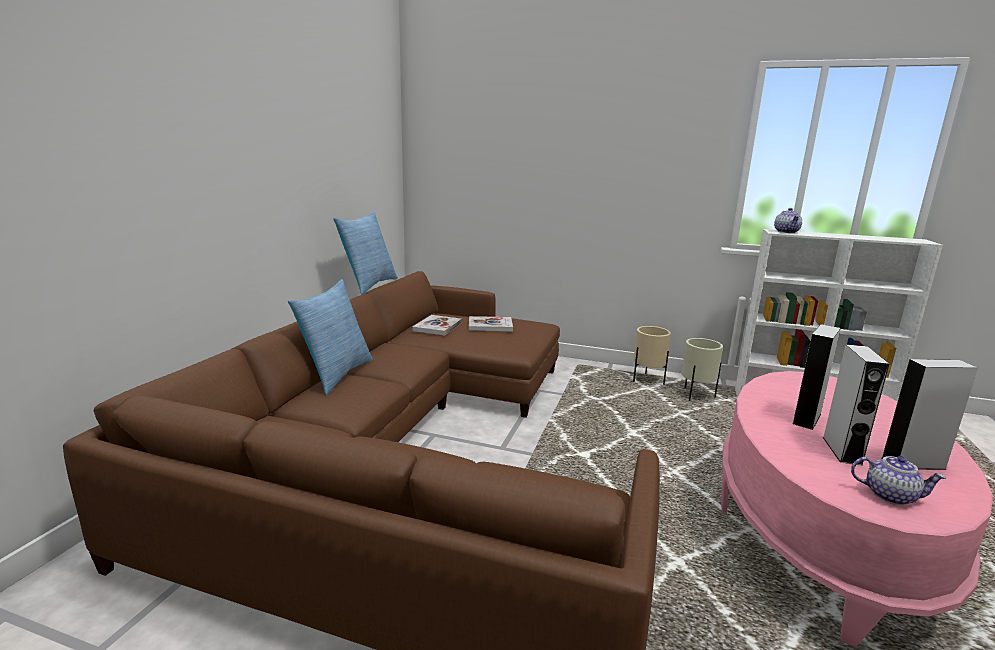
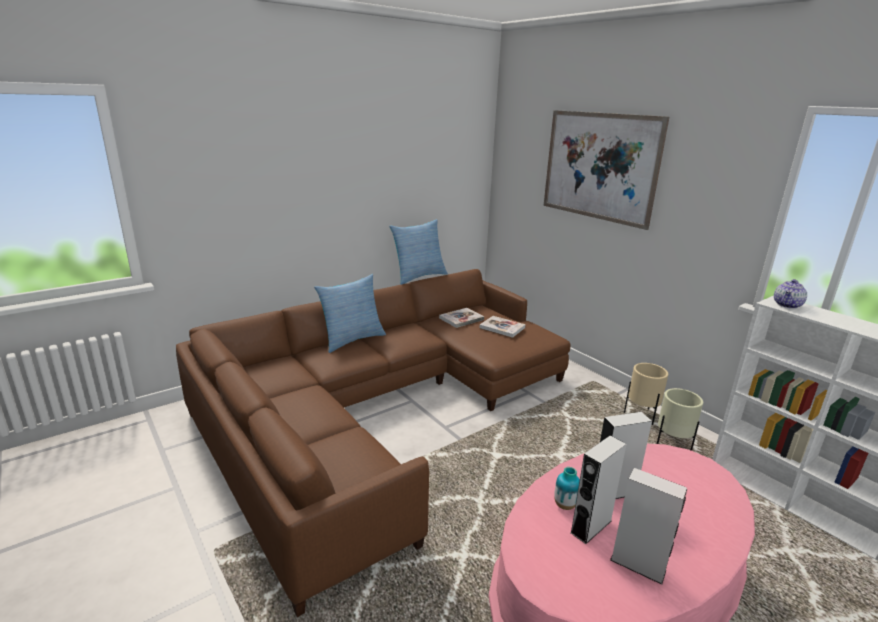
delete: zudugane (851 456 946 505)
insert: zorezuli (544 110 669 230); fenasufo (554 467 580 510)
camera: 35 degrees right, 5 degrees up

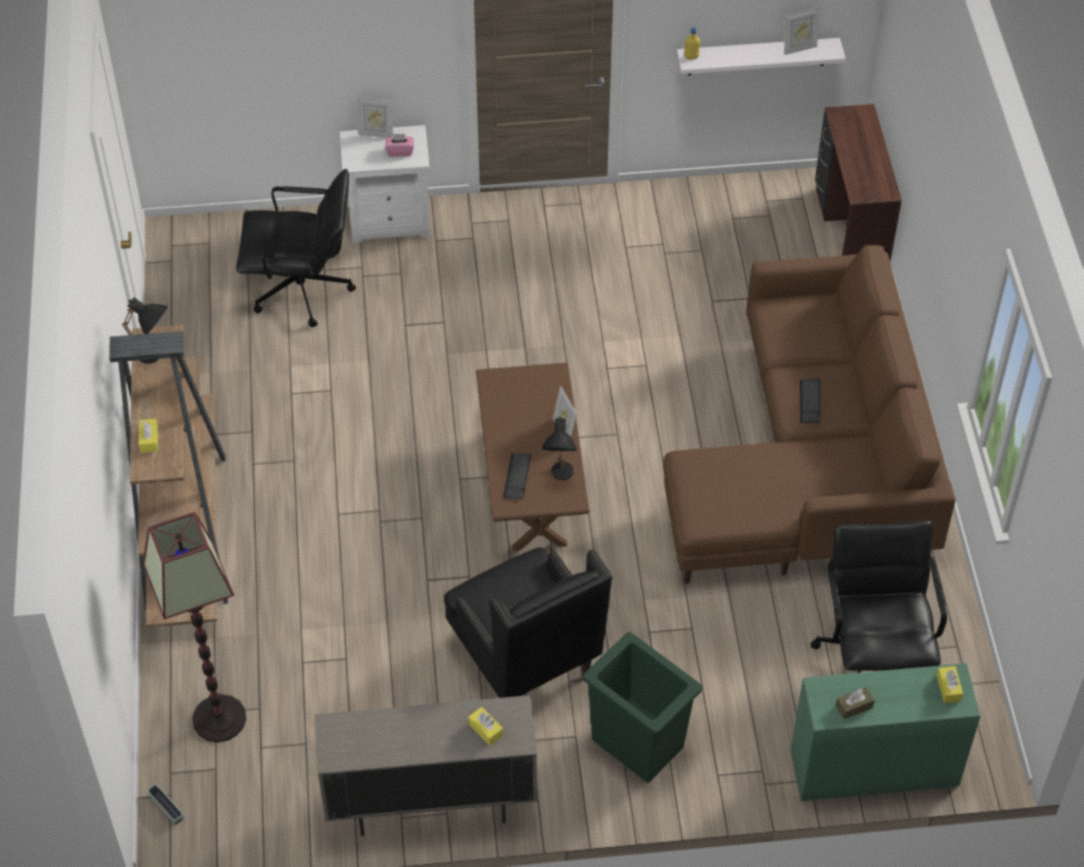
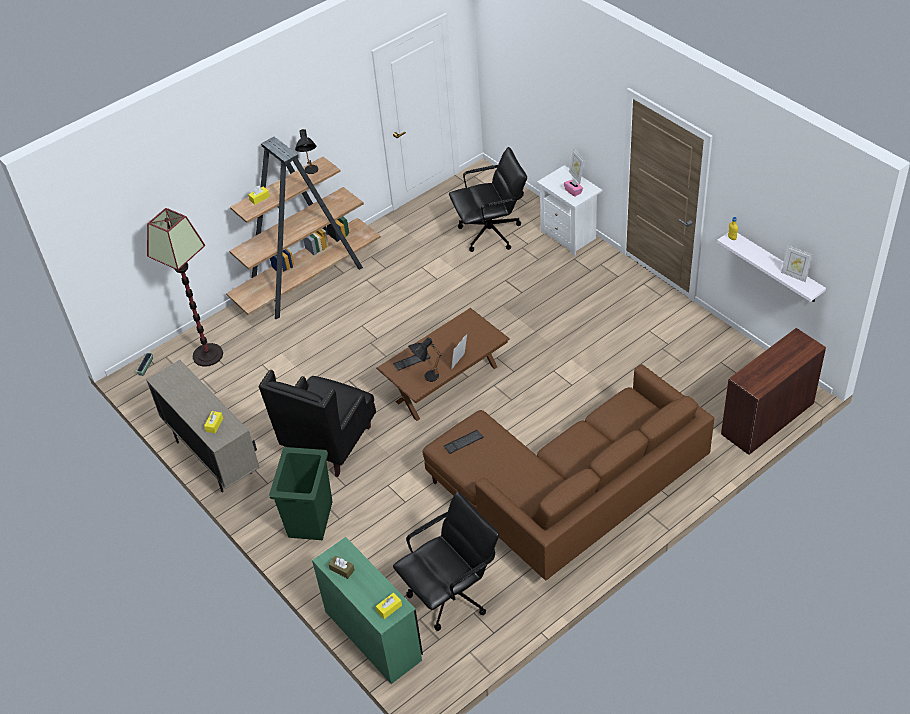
move: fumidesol (800 379 821 423) to (444 430 483 454)
rotate: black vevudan (236 169 356 327) = (449 147 527 252) 75 degrees counterclockwise
camera: 60 degrees right, 5 degrees down

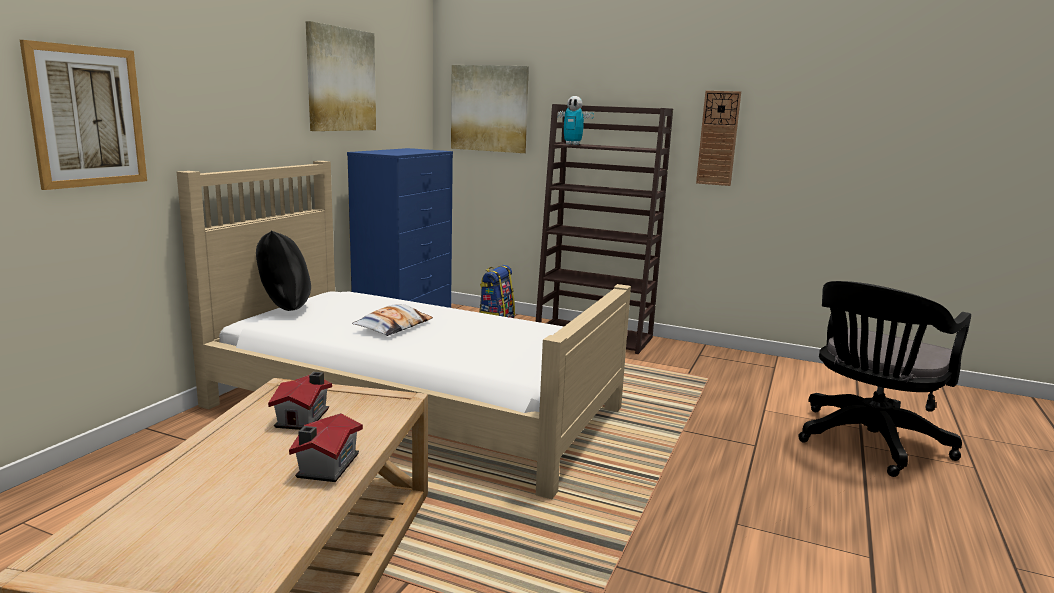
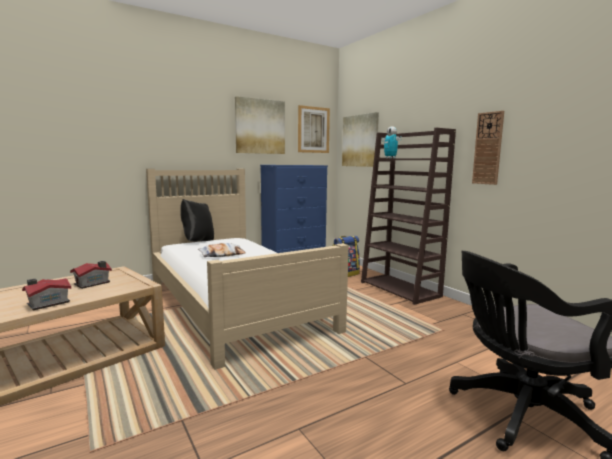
move: zorezuli (20 40 147 190) to (298 105 330 153)
camera: 35 degrees right, 5 degrees down

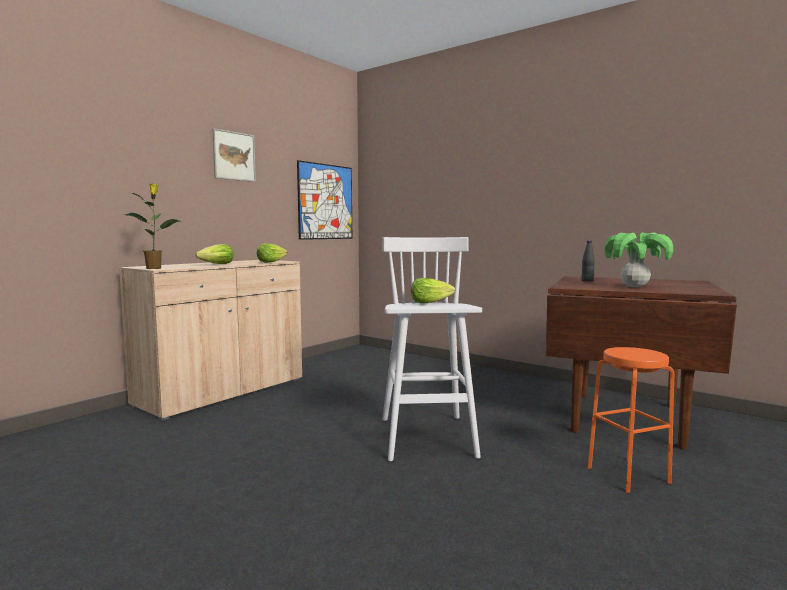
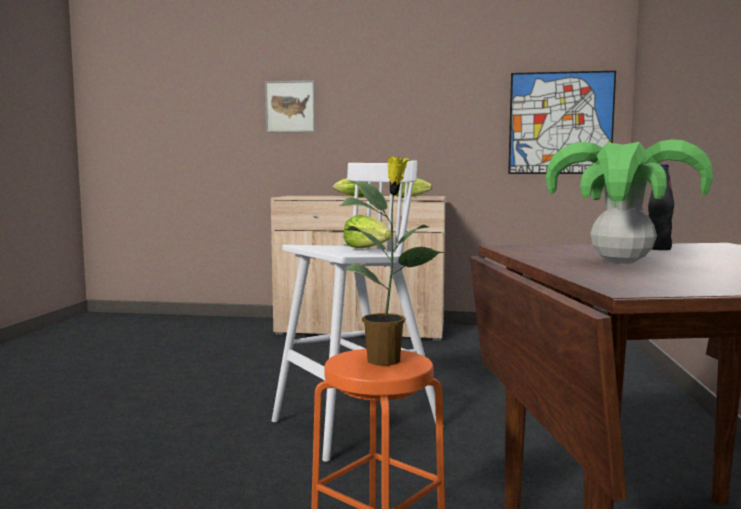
move: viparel (125 184 180 269) to (340 156 445 366); zorezuli (212 128 256 182) to (265 80 315 132)
camera: 60 degrees right, 0 degrees up

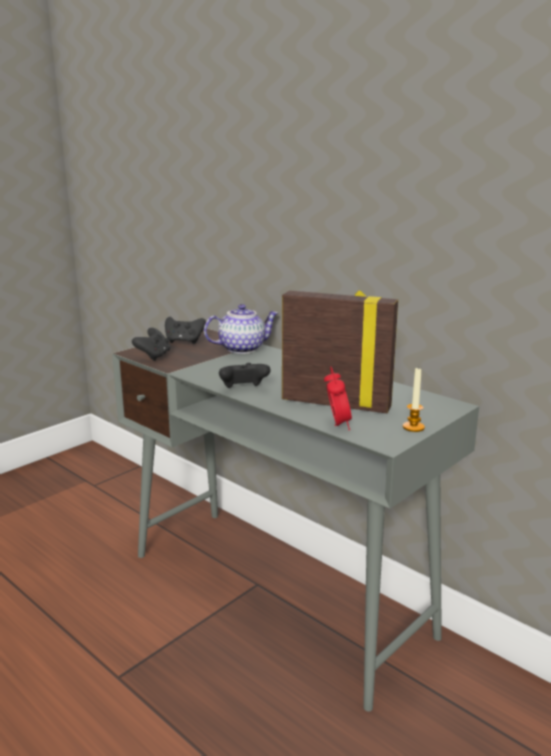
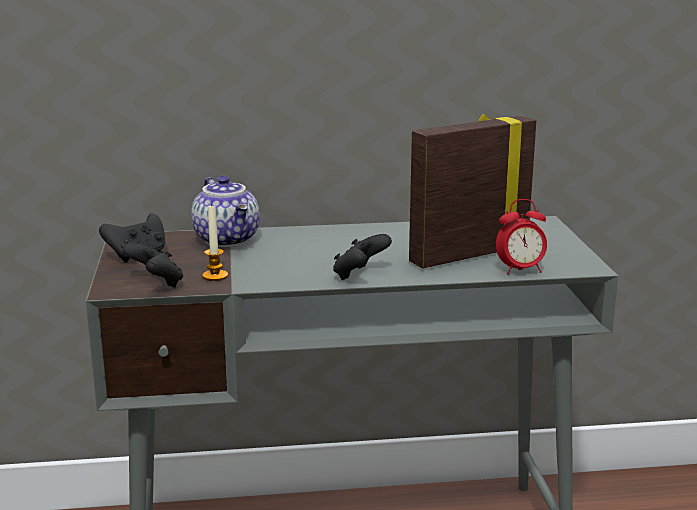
move: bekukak (403 367 425 432) to (202 204 228 281)
rotate: zudugane (204 304 278 354) = (191 176 260 247) 135 degrees clockwise; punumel (324 366 352 430) = (496 199 547 275) 135 degrees clockwise
camera: 50 degrees left, 0 degrees up

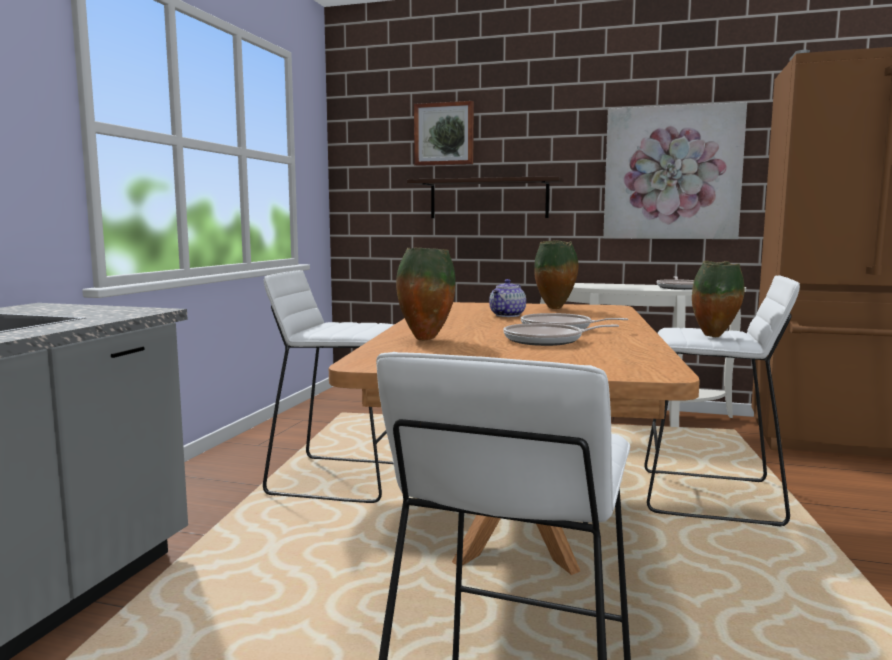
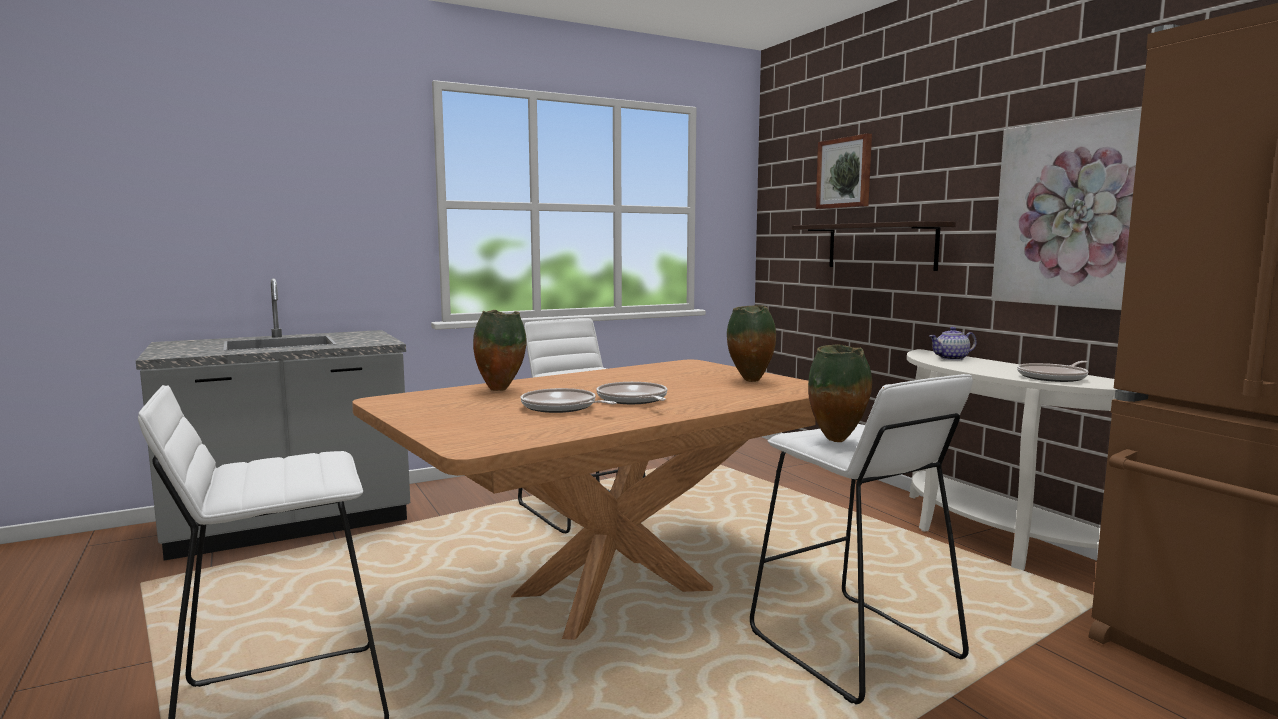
move: zudugane (489 279 526 317) to (929 327 977 360)
camera: 45 degrees right, 0 degrees up

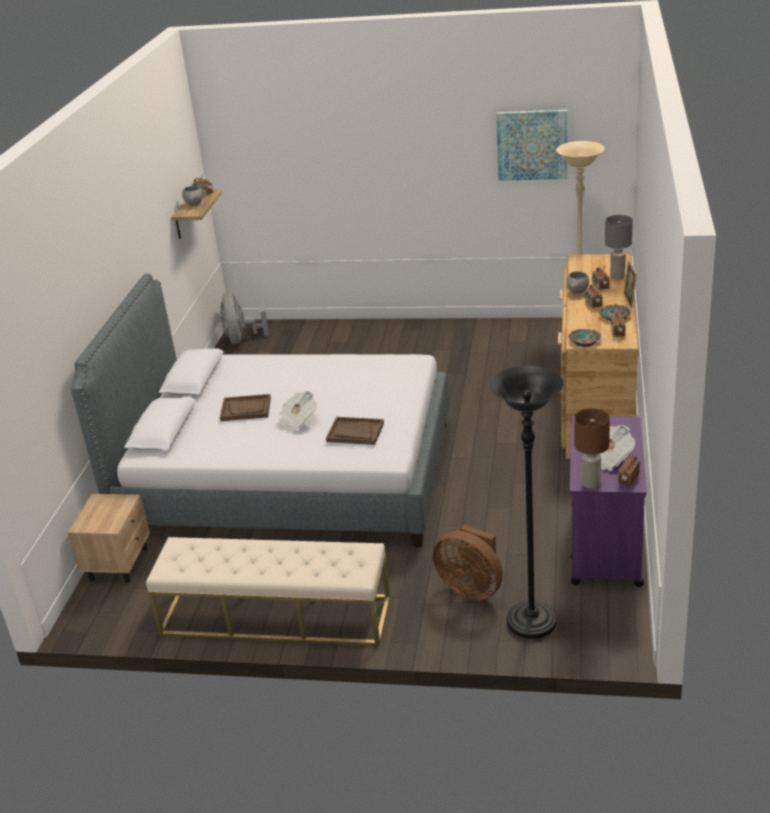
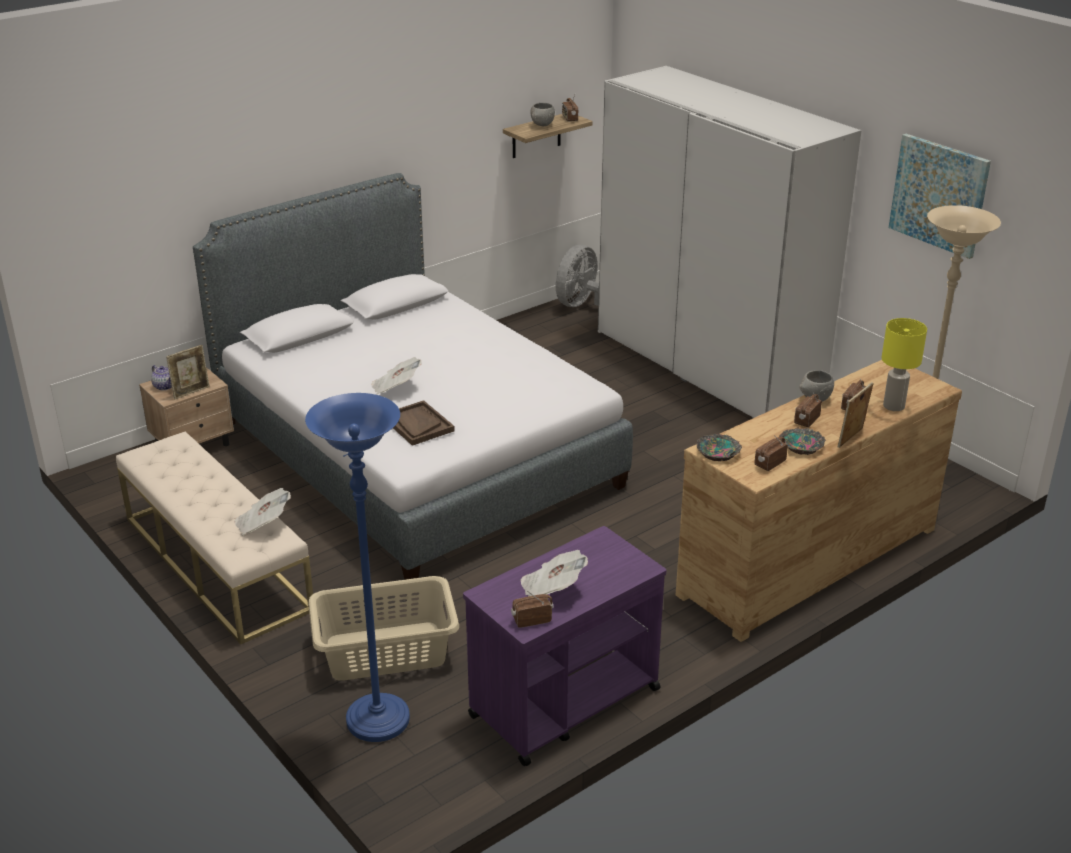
delete: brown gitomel (220 394 271 421); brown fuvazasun (574 408 610 489)
insert: zudugane (151 365 172 390); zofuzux (166 345 210 399); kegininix (234 488 291 536); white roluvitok (598 66 862 419)
replace: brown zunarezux (433 525 503 600) to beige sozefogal (308 576 459 681)
recolor: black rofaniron (490 366 564 639) to blue rofaniron (305 393 410 742); grey fuvazasun (605 215 633 279) to yellow fuvazasun (881 318 927 411)
camera: 40 degrees right, 0 degrees up

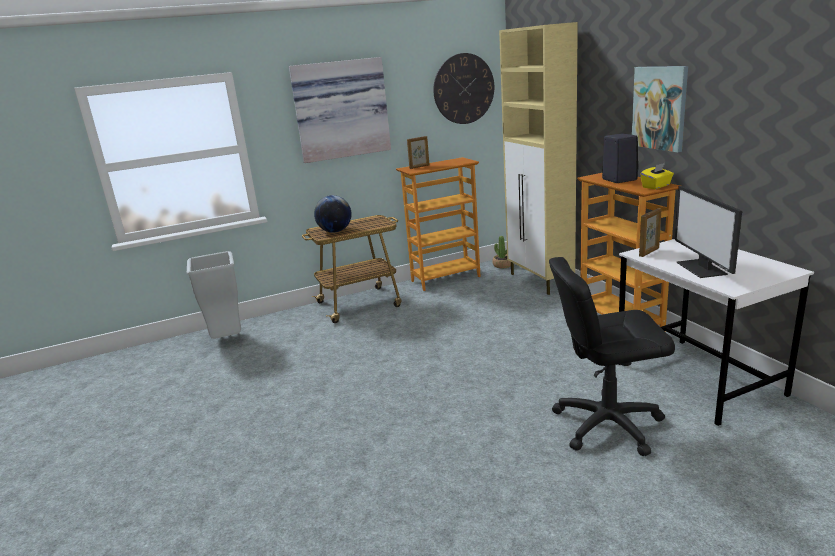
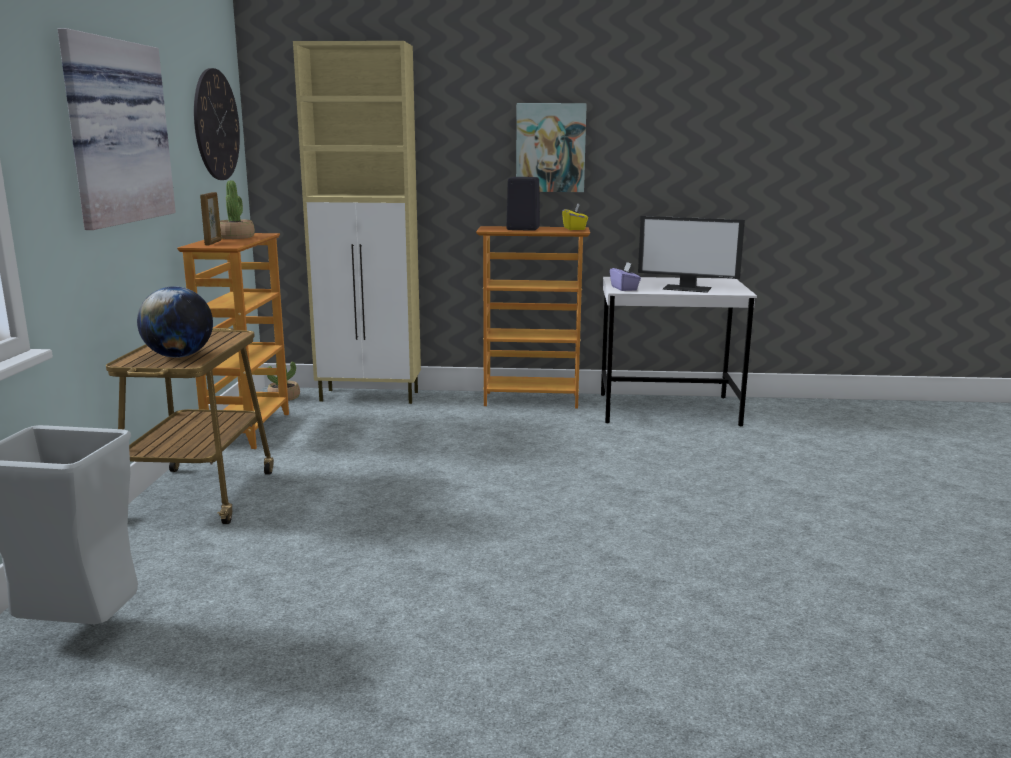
delete: black vevudan (549 257 675 456)
insert: viparel (220 180 255 239)
replace: zofuzux (639 208 661 257) to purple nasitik (610 262 641 291)
camera: 65 degrees left, 5 degrees down

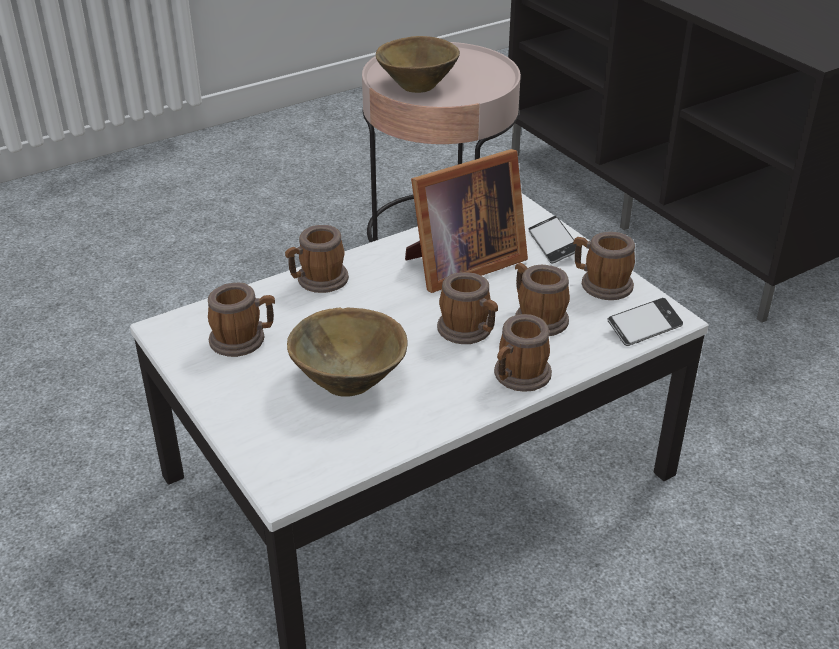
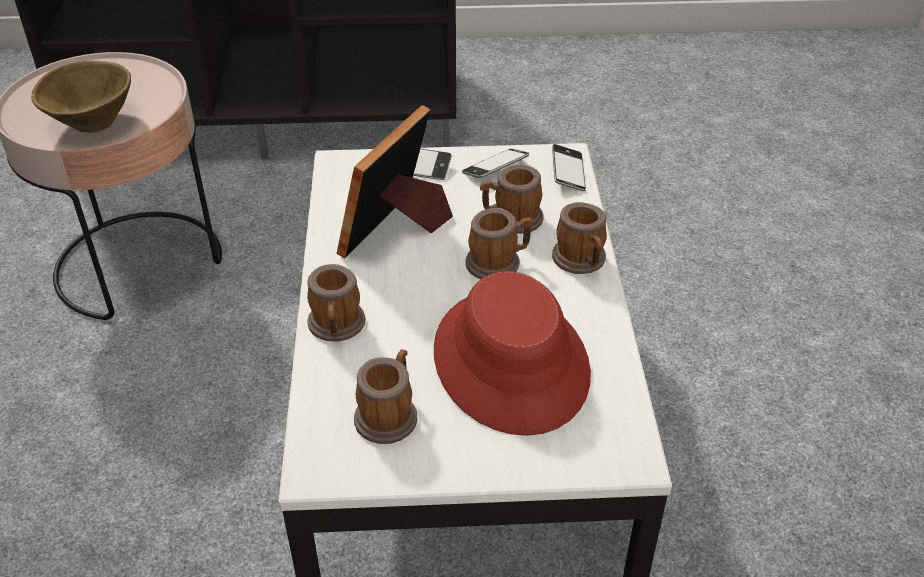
replace: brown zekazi (287 308 408 397) to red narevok (434 271 591 436); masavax (573 232 635 300) to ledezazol (462 149 529 178)
rotate: zofuzux (405 149 528 293) = (337 105 453 258) 150 degrees counterclockwise
camera: 60 degrees left, 5 degrees up

